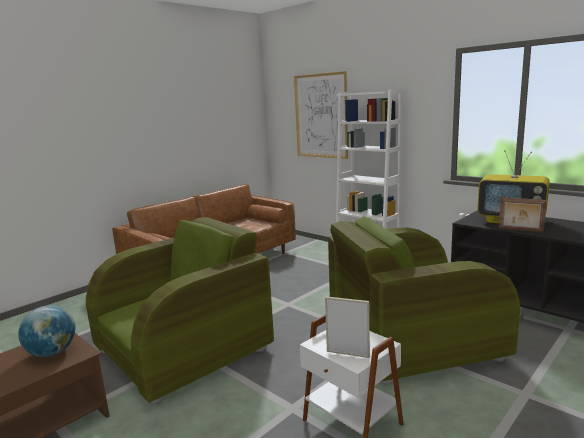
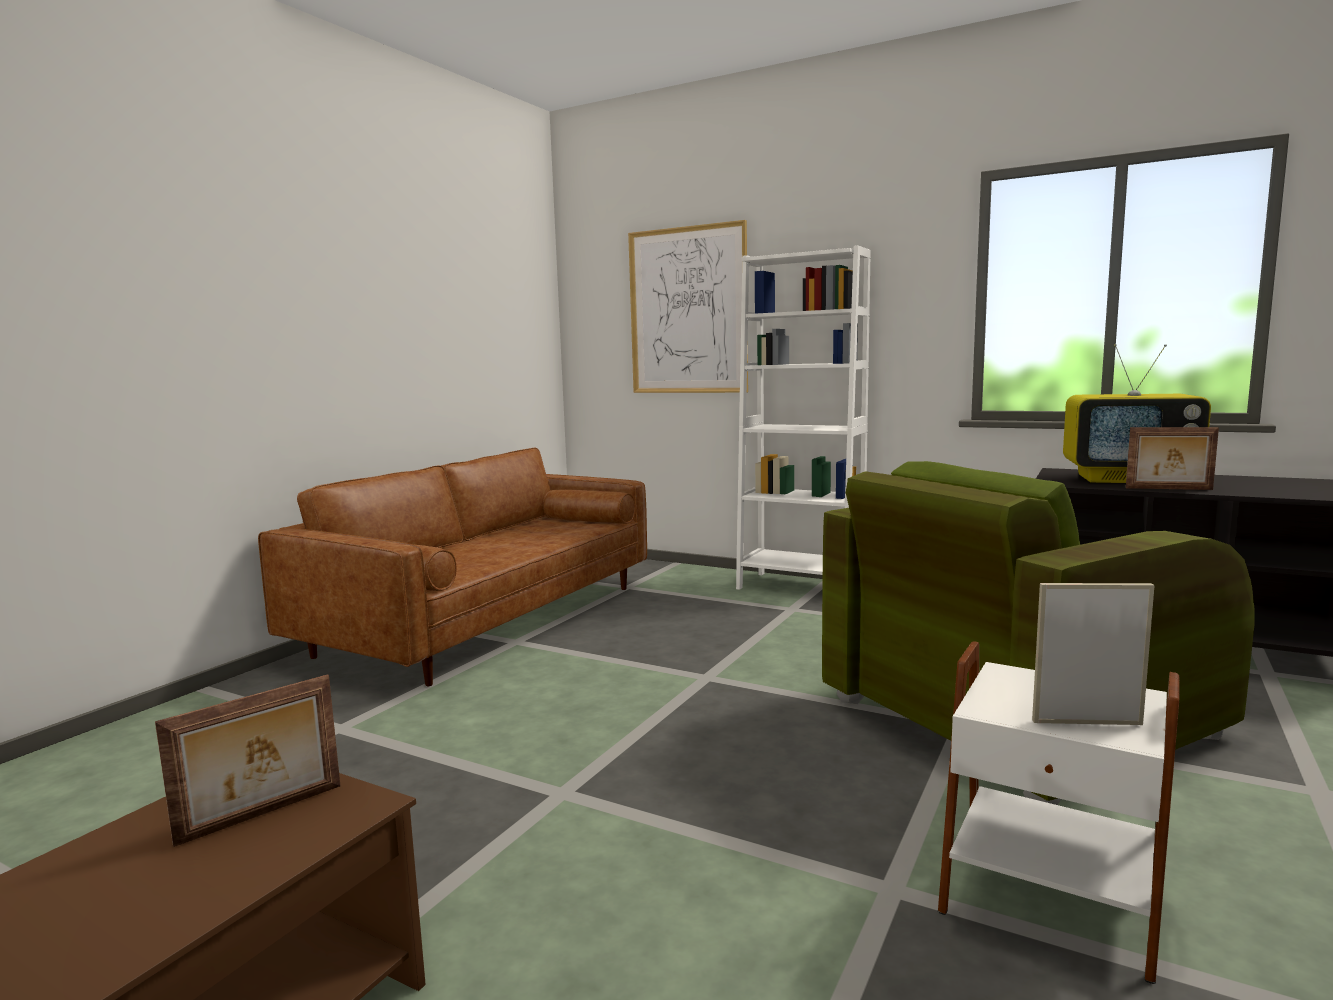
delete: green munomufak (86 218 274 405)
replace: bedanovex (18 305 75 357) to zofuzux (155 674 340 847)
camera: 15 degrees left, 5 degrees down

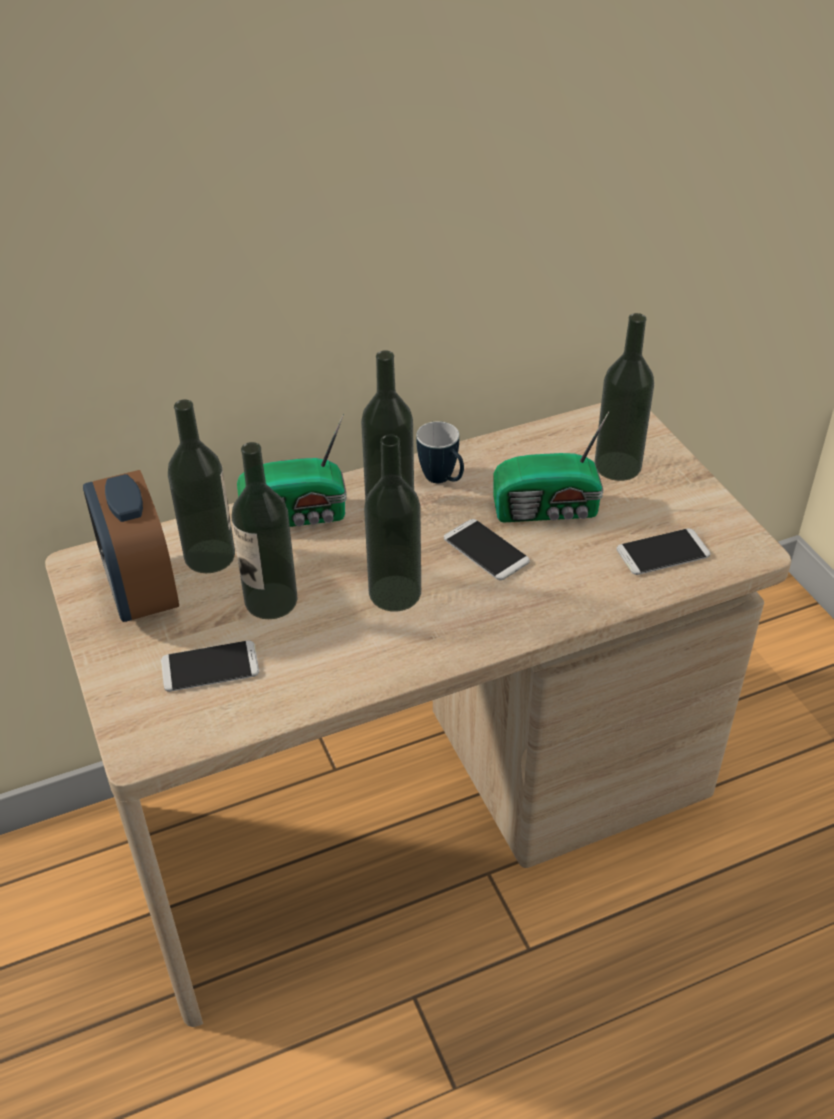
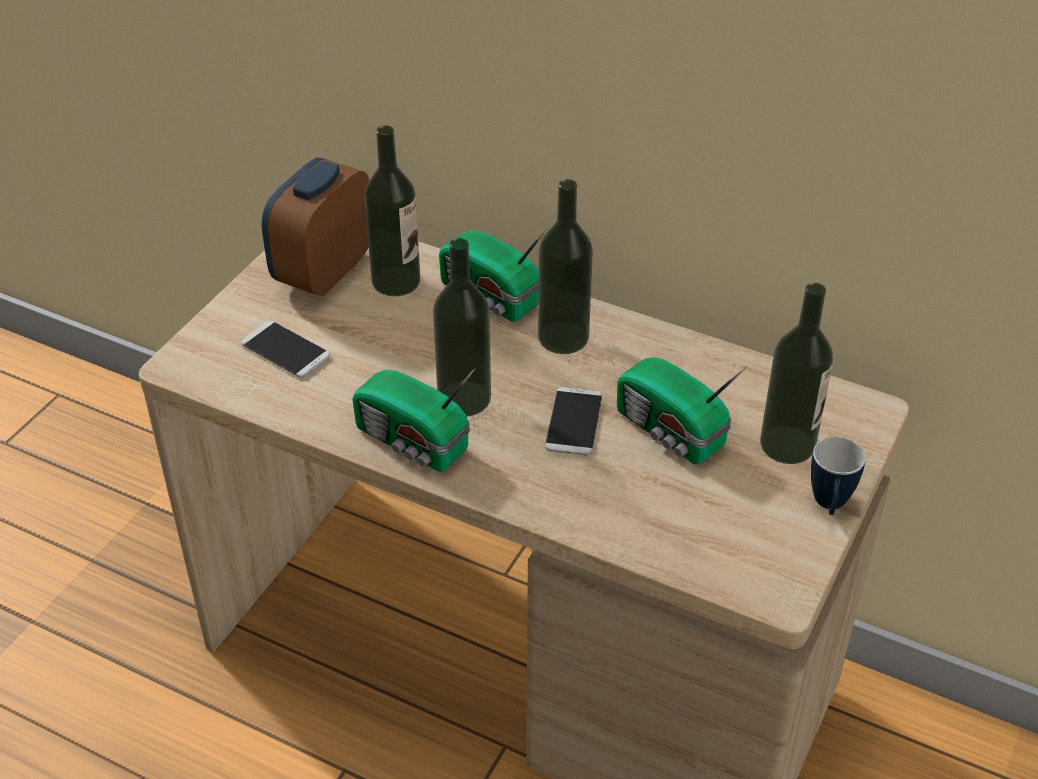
delete: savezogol (232 442 298 619); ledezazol (617 528 710 575)
insert: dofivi (352 368 476 472)
move: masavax (416 421 464 483) to (811 437 866 515)
camera: 50 degrees right, 0 degrees up

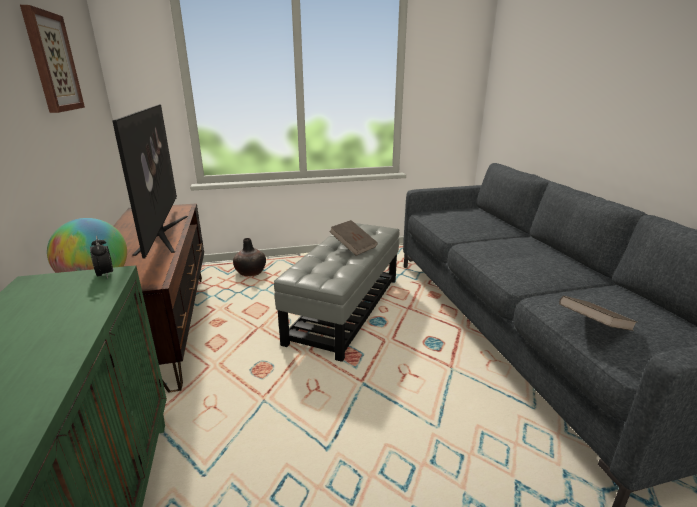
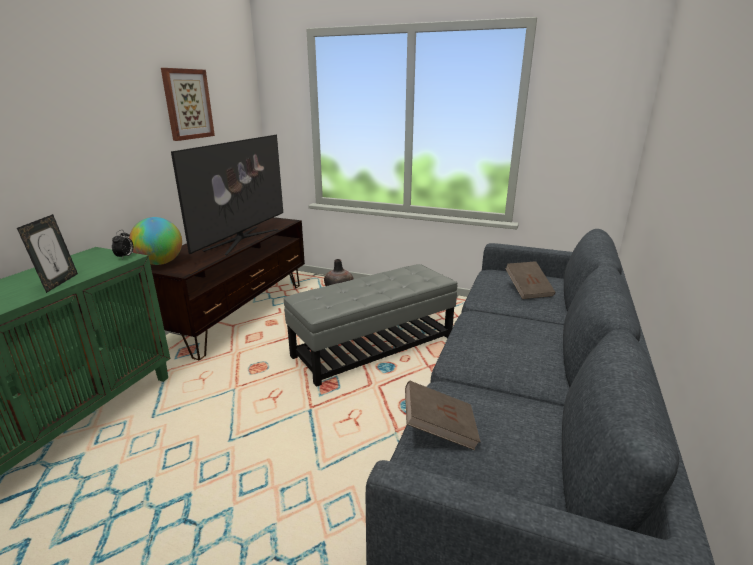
insert: zofuzux (17 214 78 293)
move: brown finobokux (329 220 378 256) to (505 261 555 299)
camera: 35 degrees right, 0 degrees up

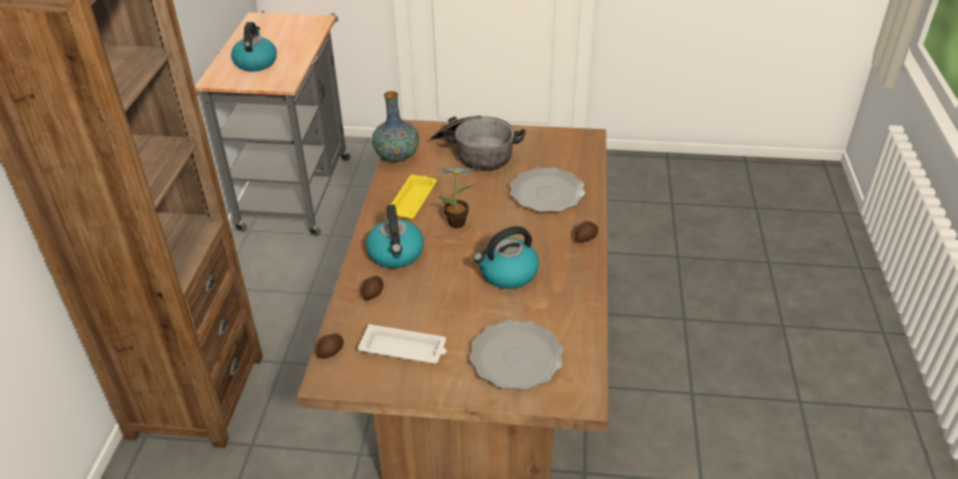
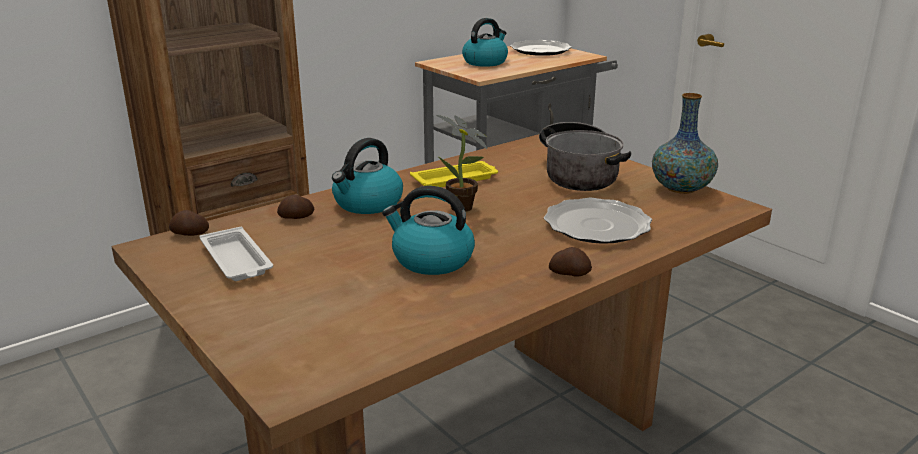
move: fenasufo (372 91 419 162) to (652 93 718 194); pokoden (470 320 563 390) to (510 40 572 56)
camera: 45 degrees right, 15 degrees down

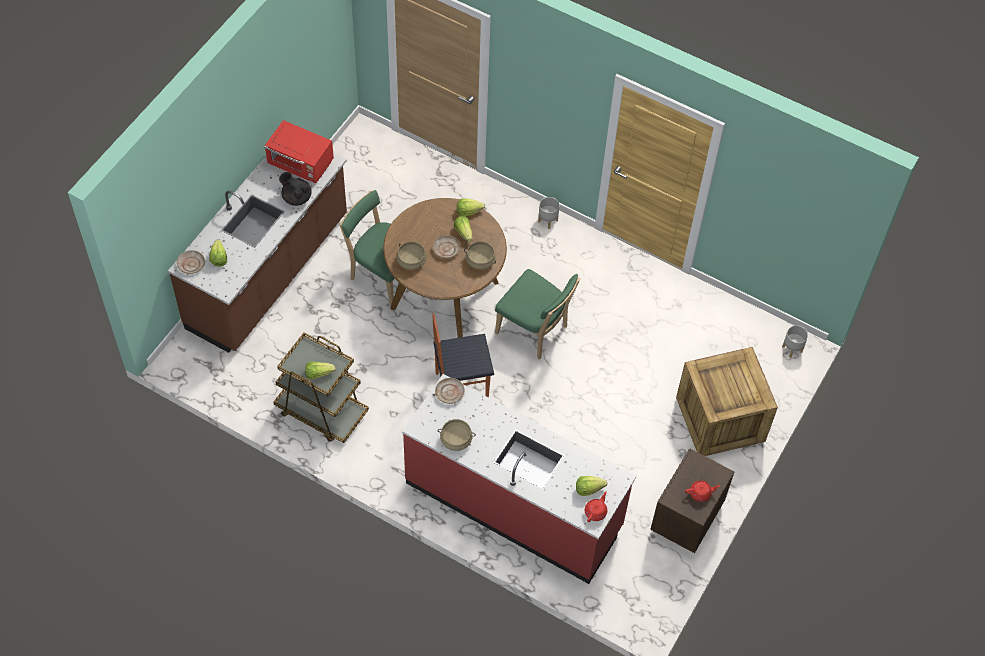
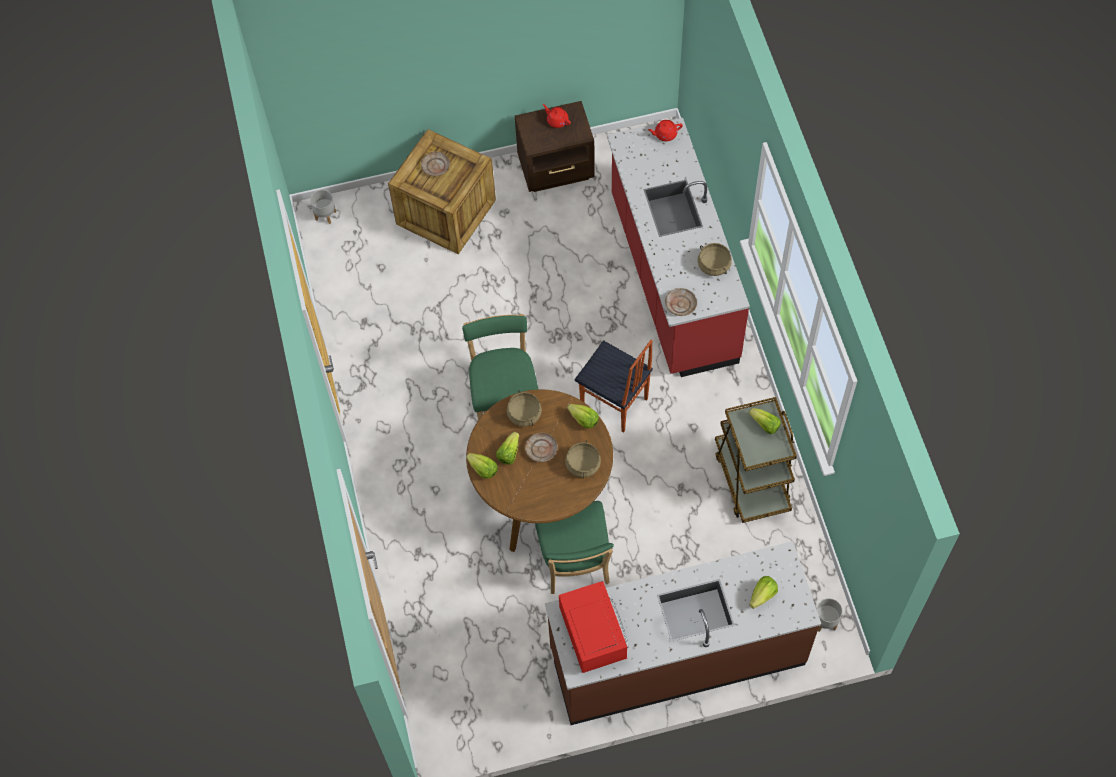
delete: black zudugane (279 172 311 206)
move: beige pokoden (177 250 205 274) to (421 151 450 176); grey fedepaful (538 197 560 229) to (817 598 842 632); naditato (576 476 607 496) to (567 404 599 428)
camera: 130 degrees left, 5 degrees up

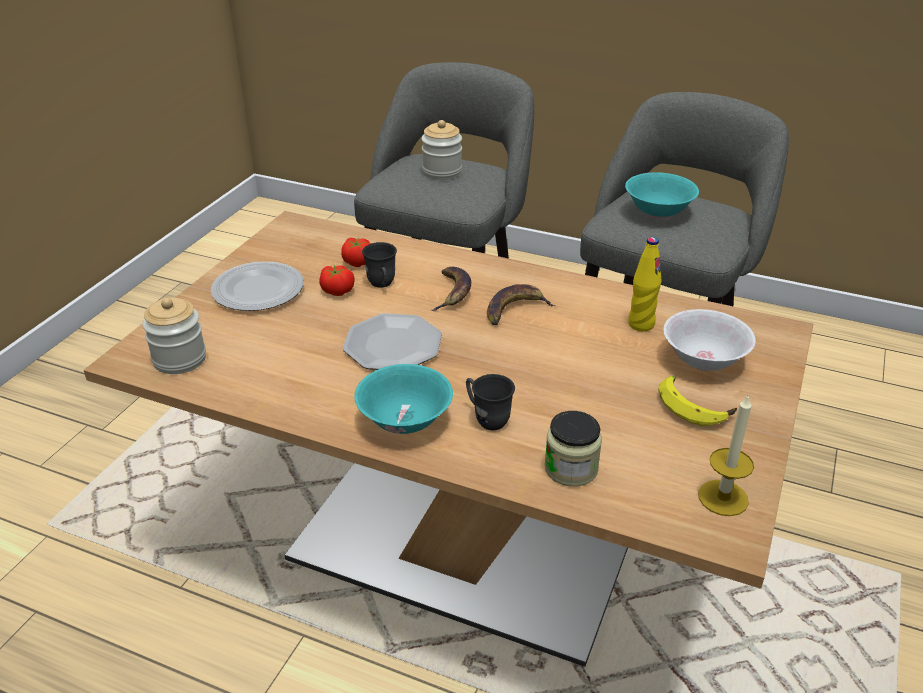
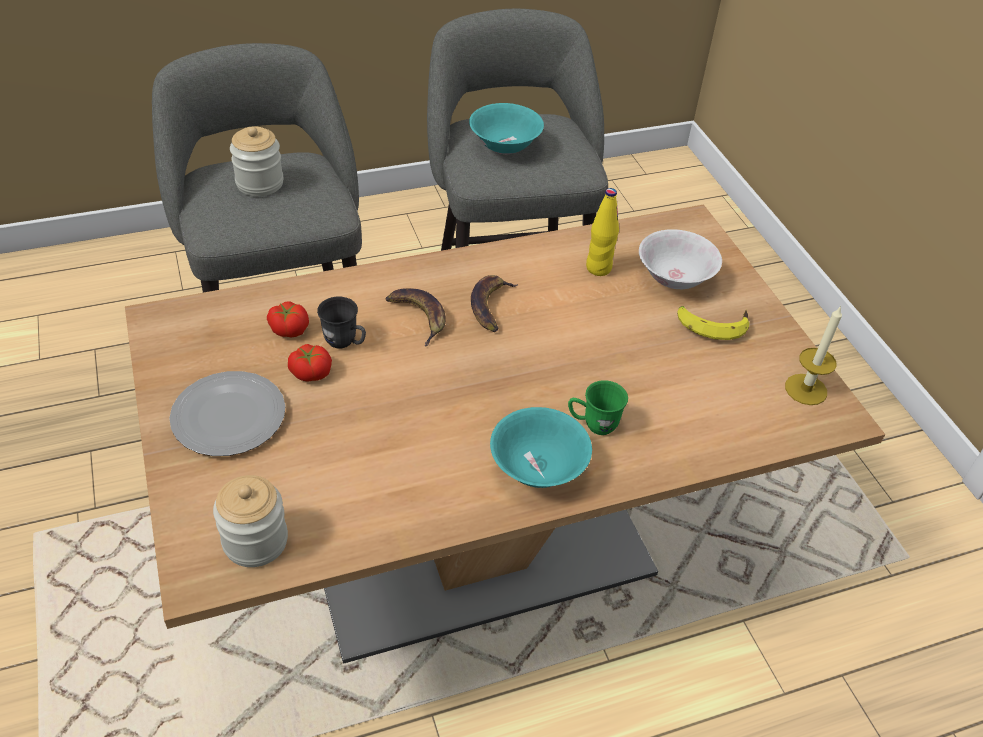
delete: pokoden (343 313 442 370); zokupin (545 411 602 487)
recolor: grey masavax (466 374 515 430) to green masavax (568 380 628 435)
camera: 45 degrees left, 10 degrees up

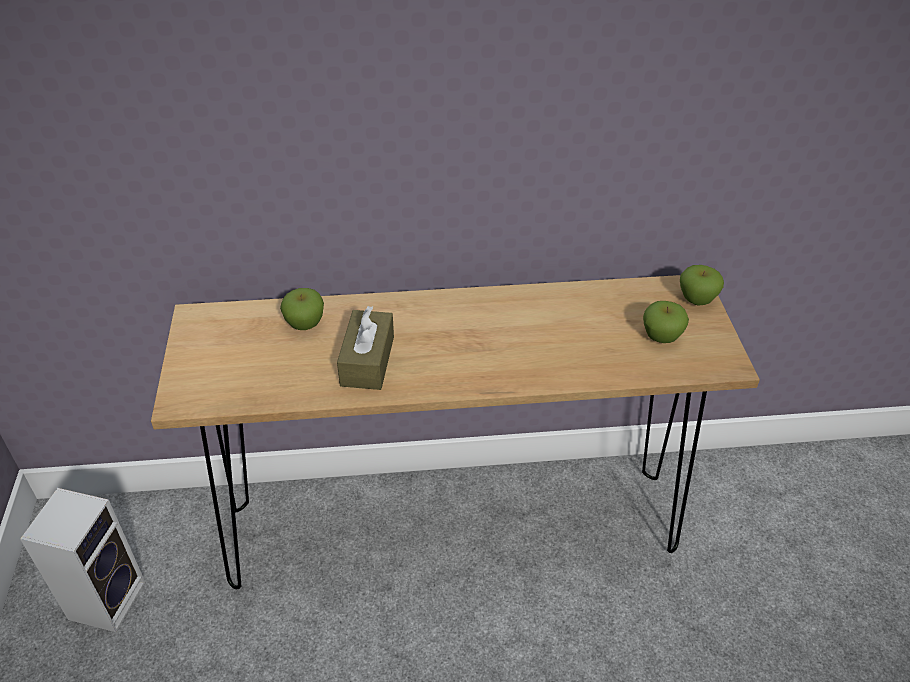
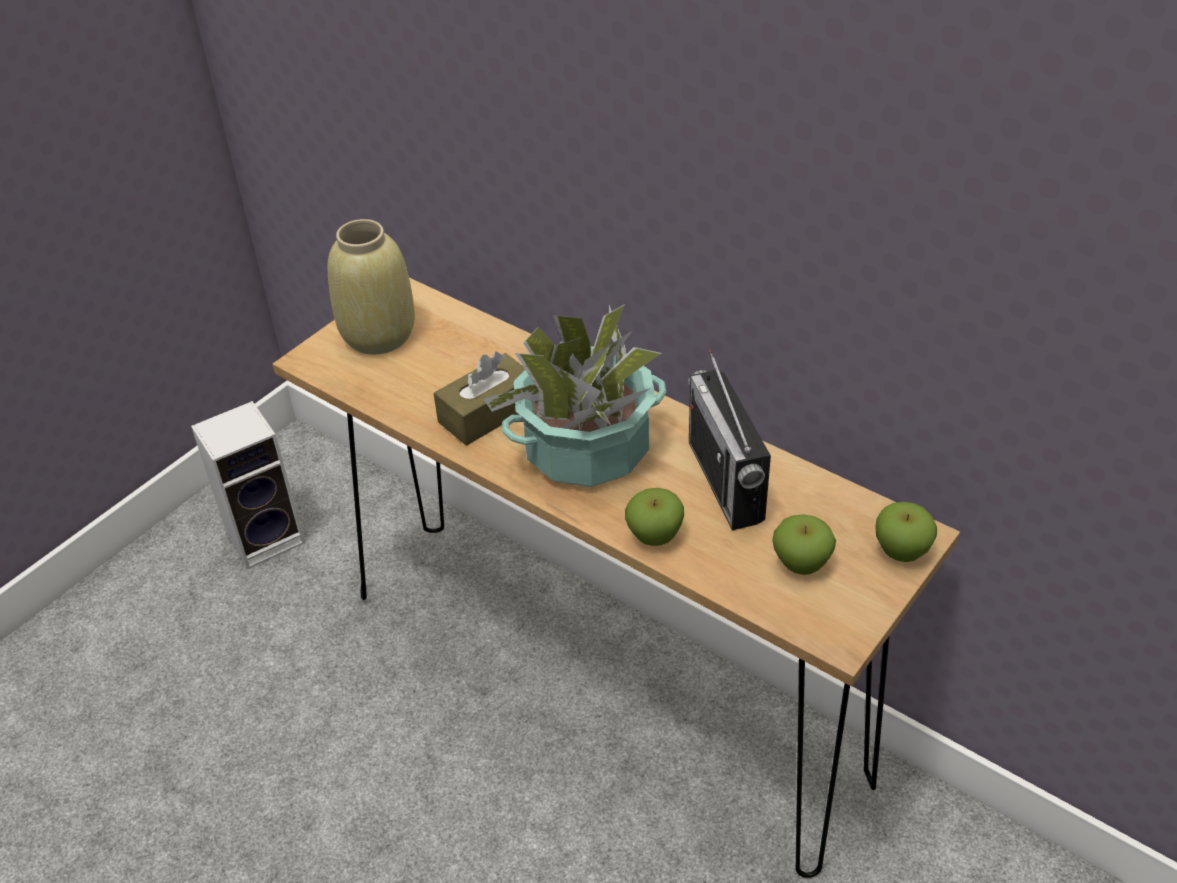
insert: beige fenasufo (328 219 415 355); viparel (484 304 666 487); dofivi (688 349 771 530)
move: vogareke (280 288 324 330) to (625 488 684 546)
camera: 45 degrees right, 0 degrees up

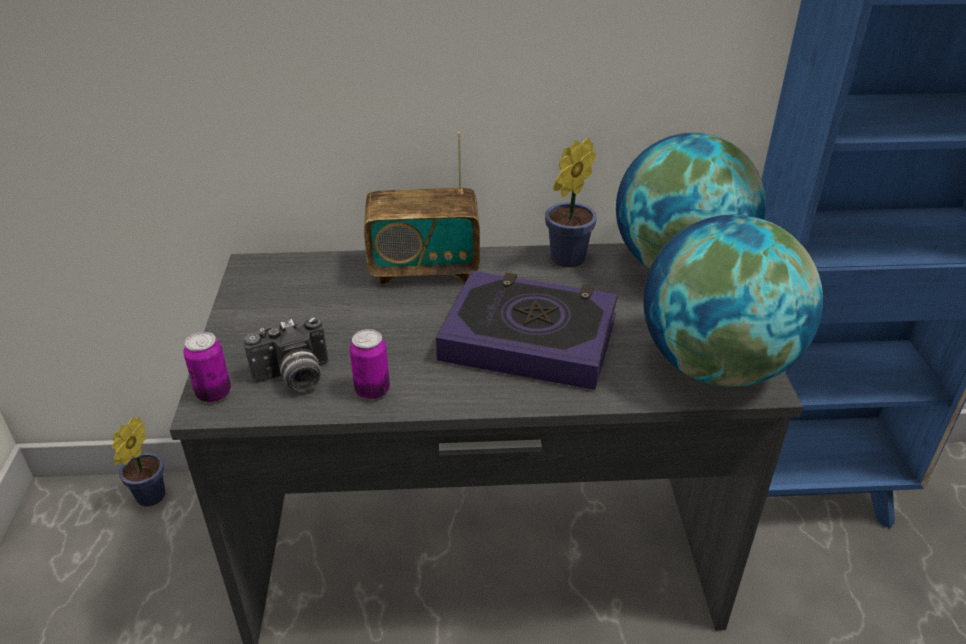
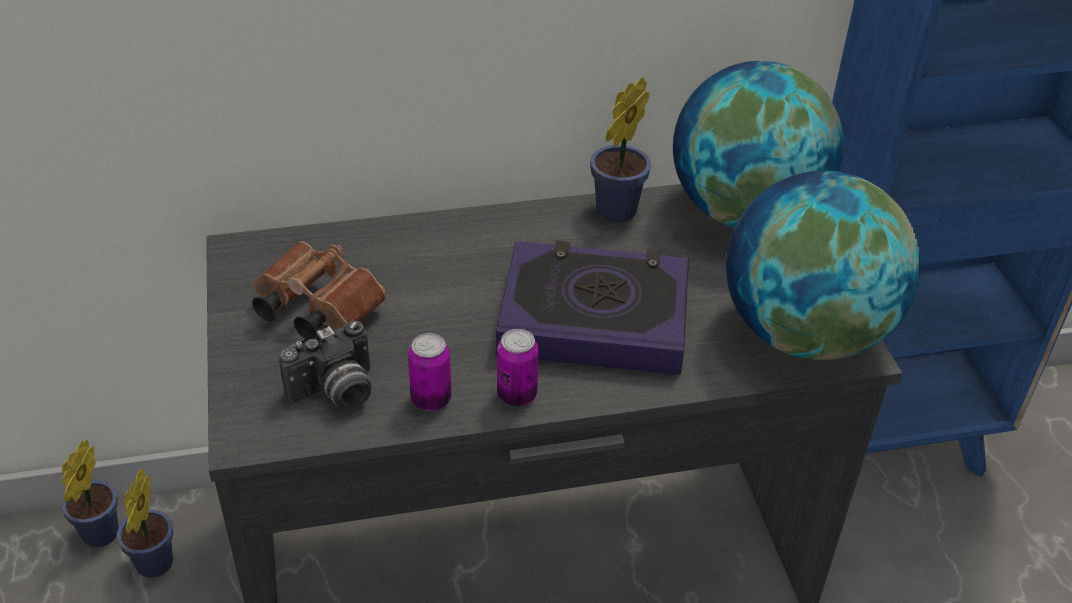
delete: dofivi (364 132 480 285)
insert: viparel (116 468 173 578); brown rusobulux (252 241 386 340)
move: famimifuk (183 332 231 402) to (497 329 539 406)
camera: 10 degrees left, 5 degrees up

